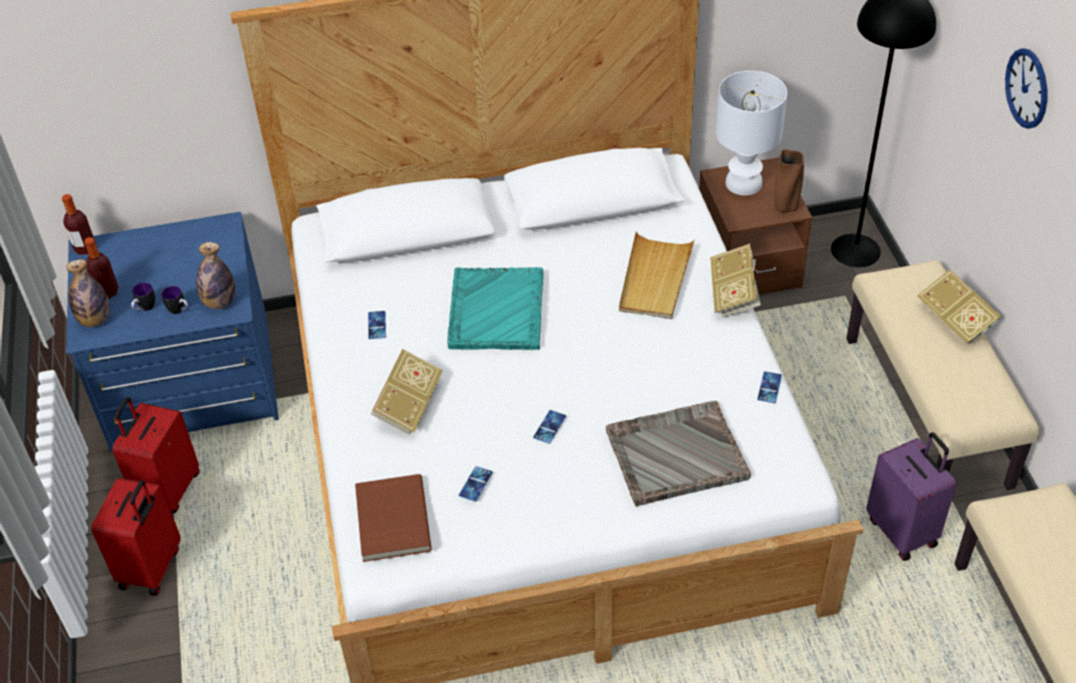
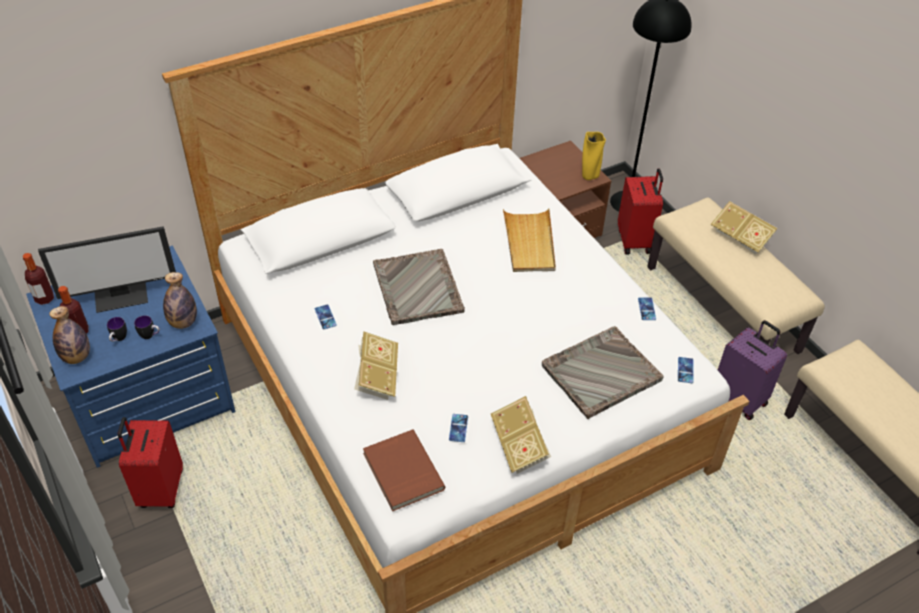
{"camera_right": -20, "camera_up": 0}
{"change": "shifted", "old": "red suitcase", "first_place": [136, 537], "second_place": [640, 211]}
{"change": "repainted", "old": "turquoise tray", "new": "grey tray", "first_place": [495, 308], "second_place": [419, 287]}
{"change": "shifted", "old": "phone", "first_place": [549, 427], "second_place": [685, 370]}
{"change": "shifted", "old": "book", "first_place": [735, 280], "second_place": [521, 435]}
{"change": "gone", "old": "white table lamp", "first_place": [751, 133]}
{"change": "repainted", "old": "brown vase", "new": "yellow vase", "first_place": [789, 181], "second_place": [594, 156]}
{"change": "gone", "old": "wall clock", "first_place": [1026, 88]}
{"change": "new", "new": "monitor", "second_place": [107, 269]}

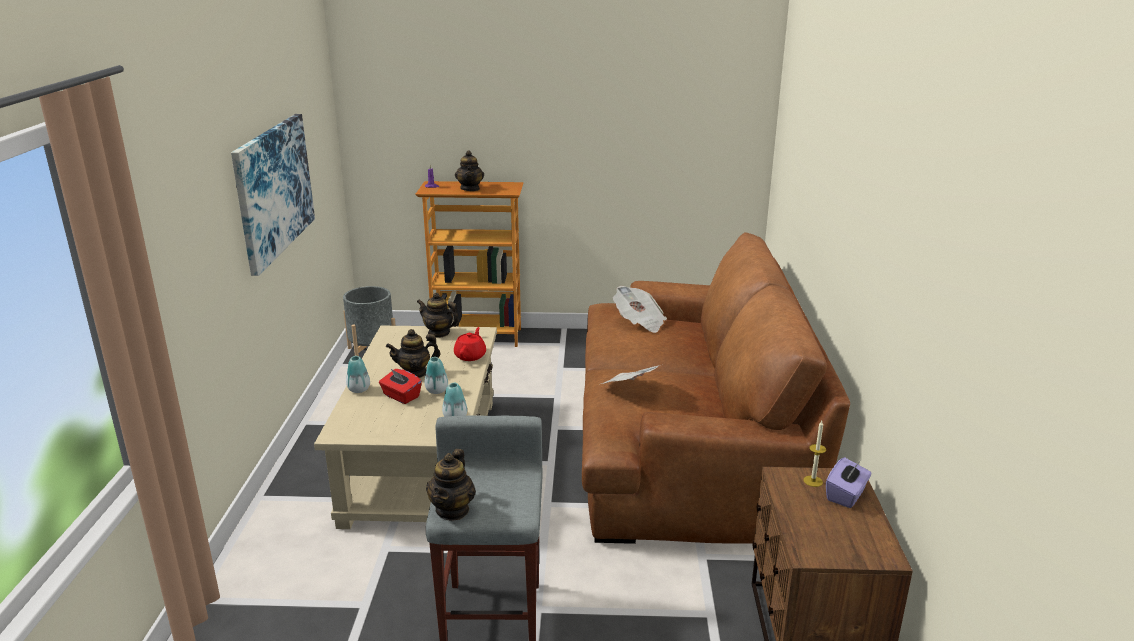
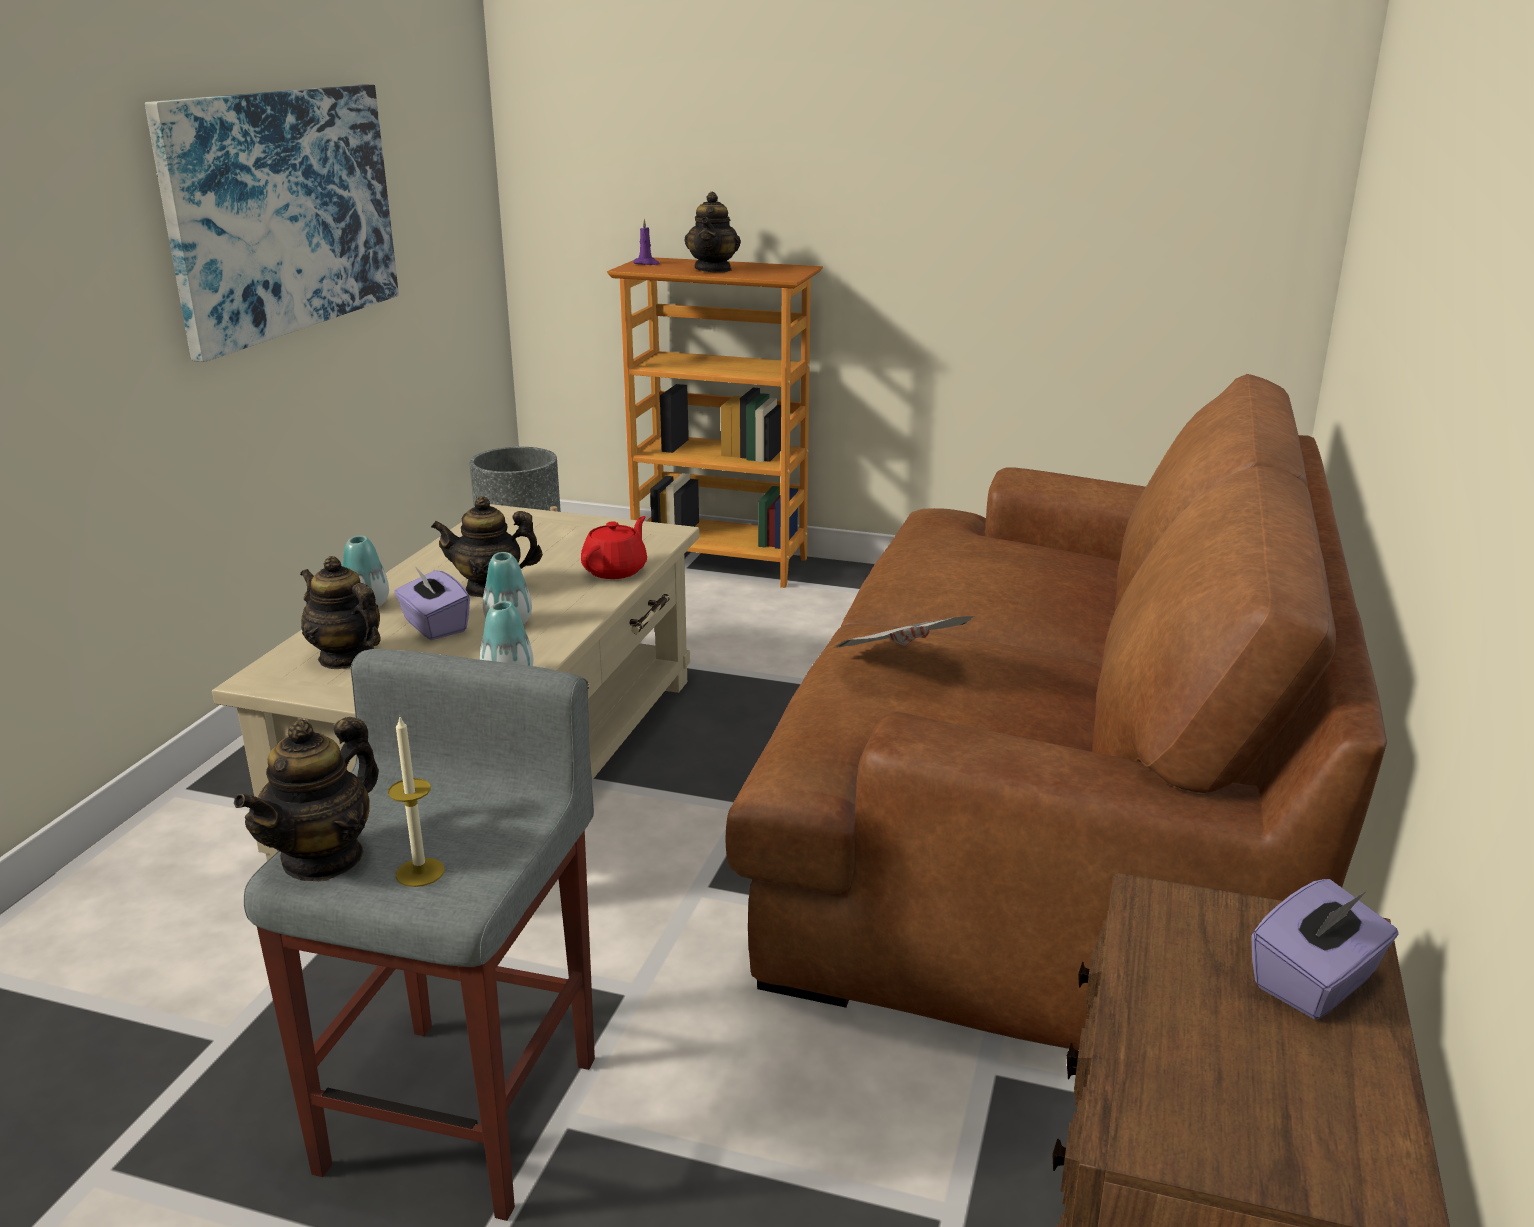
{"camera_right": 15, "camera_up": 0}
{"change": "repainted", "old": "red tissue box", "new": "purple tissue box", "first_place": [400, 386], "second_place": [432, 603]}
{"change": "shifted", "old": "teapot", "first_place": [438, 315], "second_place": [340, 612]}
{"change": "gone", "old": "newspaper", "first_place": [640, 309]}
{"change": "shifted", "old": "candle", "first_place": [814, 454], "second_place": [416, 801]}

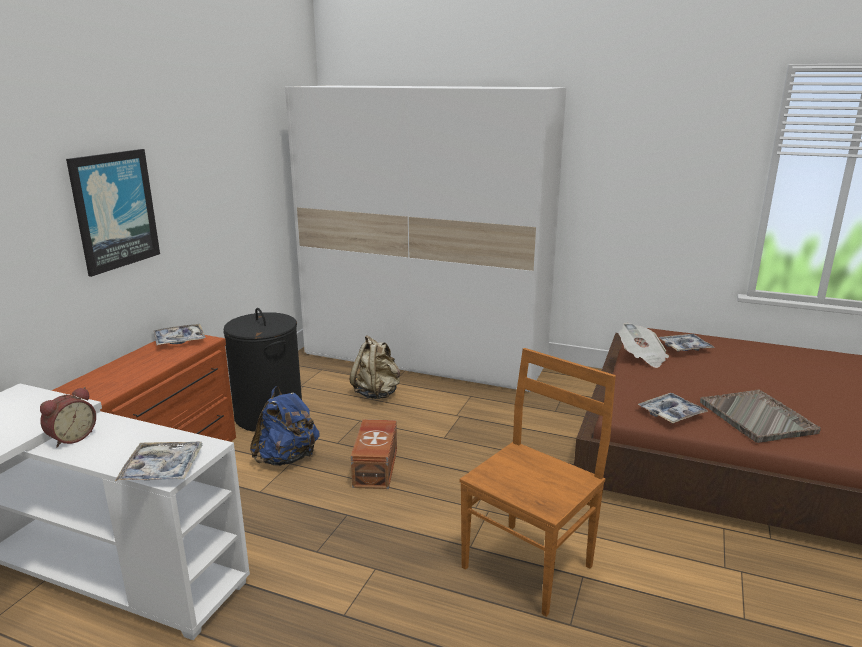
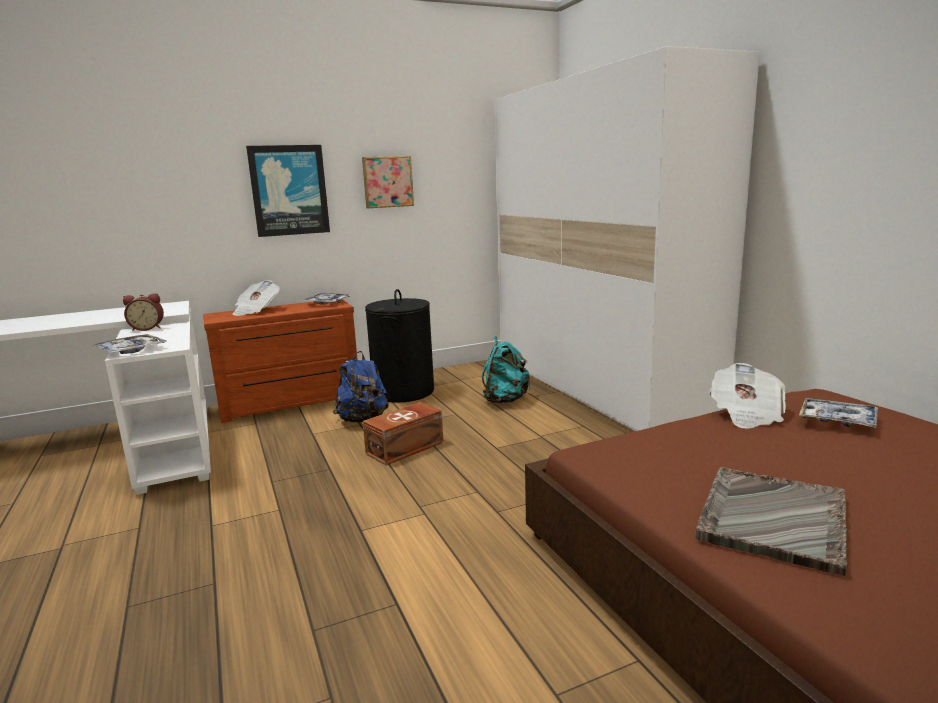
{"camera_right": 45, "camera_up": -5}
{"change": "repainted", "old": "beige backpack", "new": "turquoise backpack", "first_place": [375, 367], "second_place": [506, 369]}
{"change": "gone", "old": "brown chair", "first_place": [537, 482]}
{"change": "gone", "old": "tray", "first_place": [673, 408]}
{"change": "new", "new": "newspaper", "second_place": [256, 298]}
{"change": "new", "new": "picture", "second_place": [388, 182]}

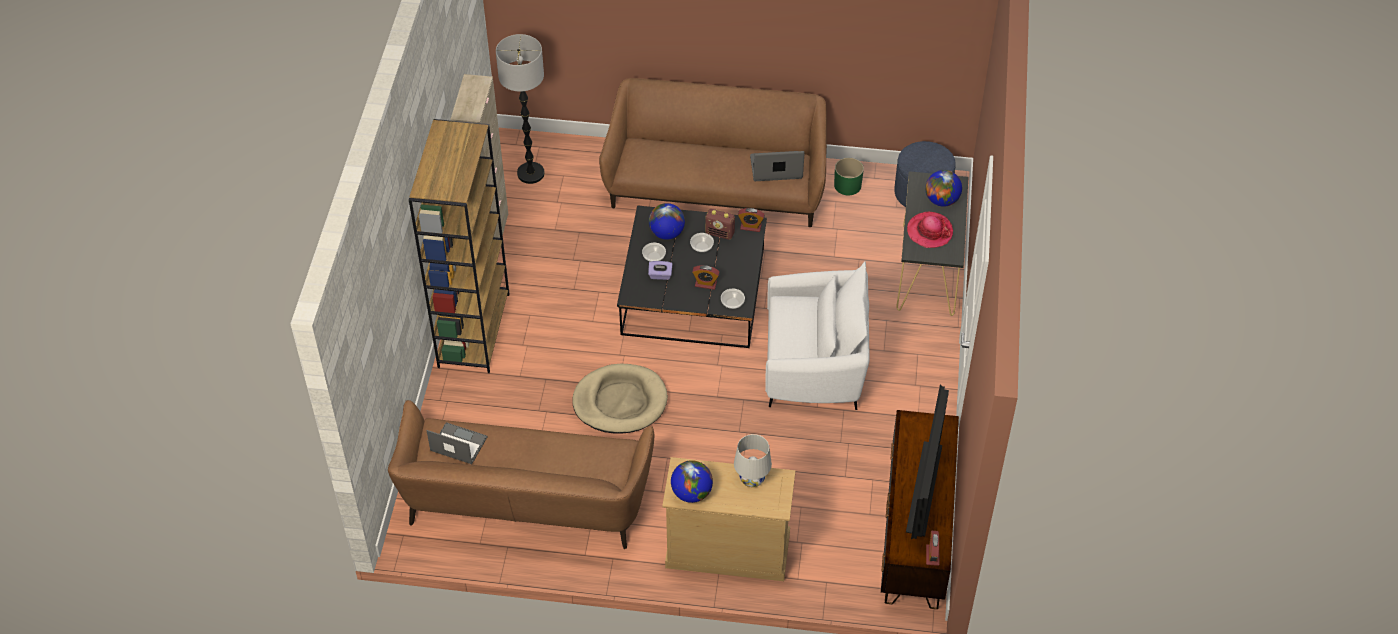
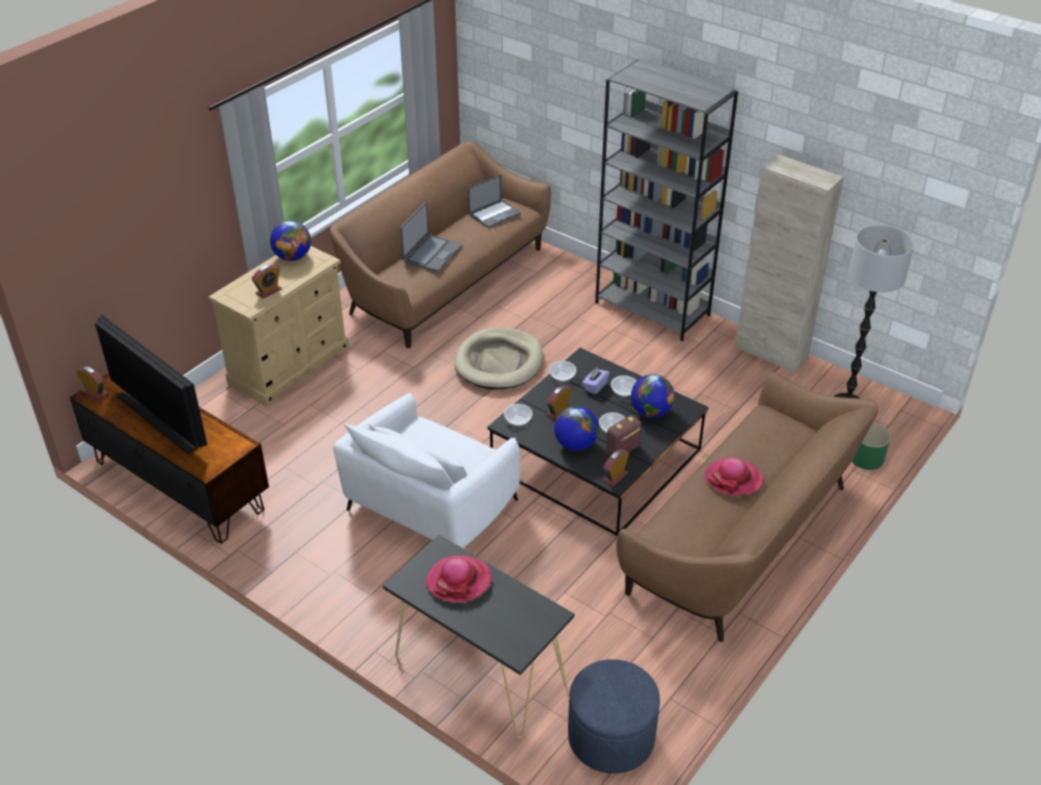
{"camera_right": 120, "camera_up": -10}
{"change": "repainted", "old": "brown bookcase", "new": "grey bookcase", "first_place": [459, 246], "second_place": [666, 199]}
{"change": "swapped", "old": "white table lamp", "new": "alarm clock", "first_place": [753, 460], "second_place": [267, 282]}
{"change": "shifted", "old": "laptop", "first_place": [777, 166], "second_place": [431, 237]}
{"change": "shifted", "old": "green planter", "first_place": [849, 176], "second_place": [871, 446]}
{"change": "shifted", "old": "globe", "first_place": [943, 188], "second_place": [576, 428]}
{"change": "new", "new": "bowl", "second_place": [562, 371]}
{"change": "new", "new": "hat", "second_place": [734, 477]}

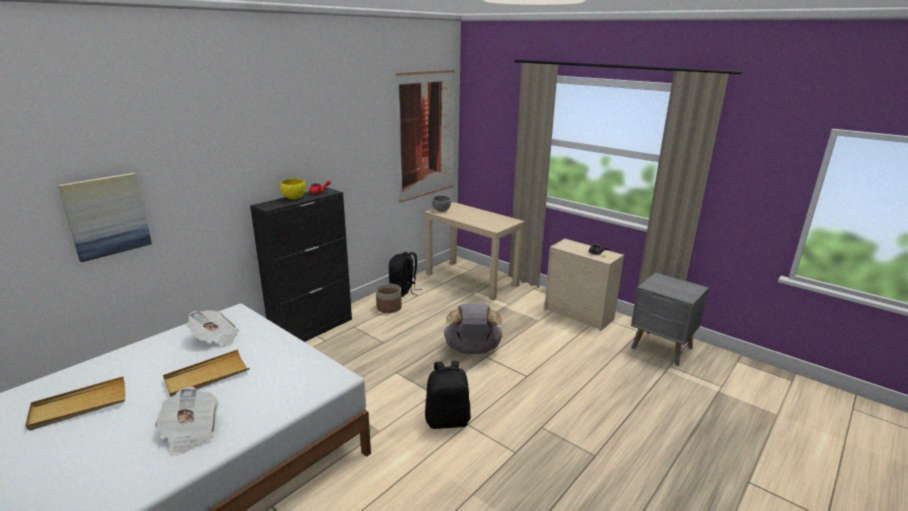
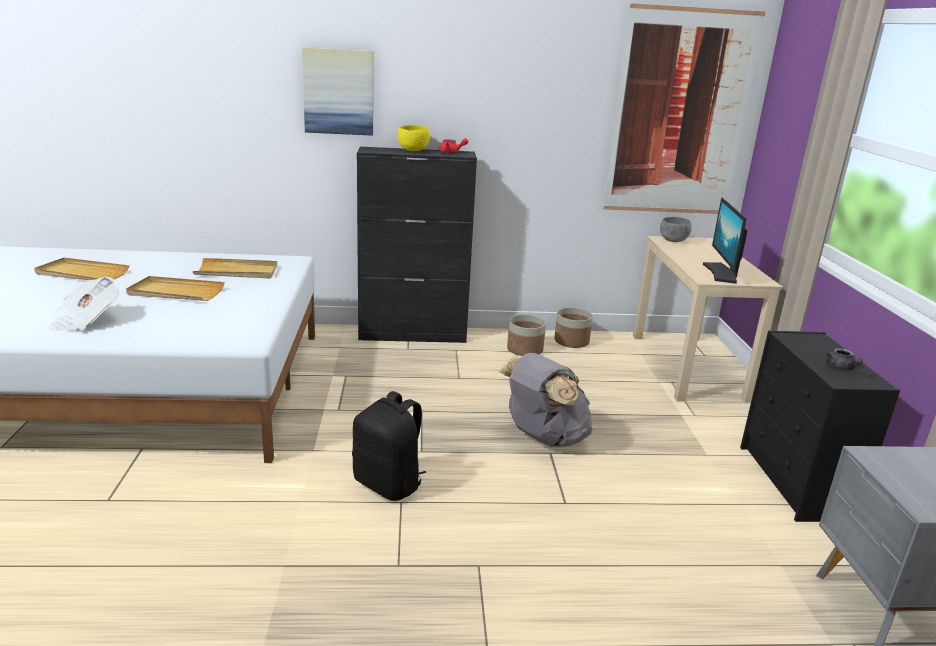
{"camera_right": 45, "camera_up": 0}
{"change": "shifted", "old": "picture", "first_place": [105, 217], "second_place": [337, 91]}
{"change": "swapped", "old": "newspaper", "new": "beige tray", "first_place": [212, 328], "second_place": [235, 268]}
{"change": "swapped", "old": "black backpack", "new": "planter", "first_place": [405, 274], "second_place": [573, 327]}
{"change": "repainted", "old": "beige dresser", "new": "black dresser", "first_place": [584, 284], "second_place": [820, 426]}
{"change": "new", "new": "monitor", "second_place": [725, 241]}

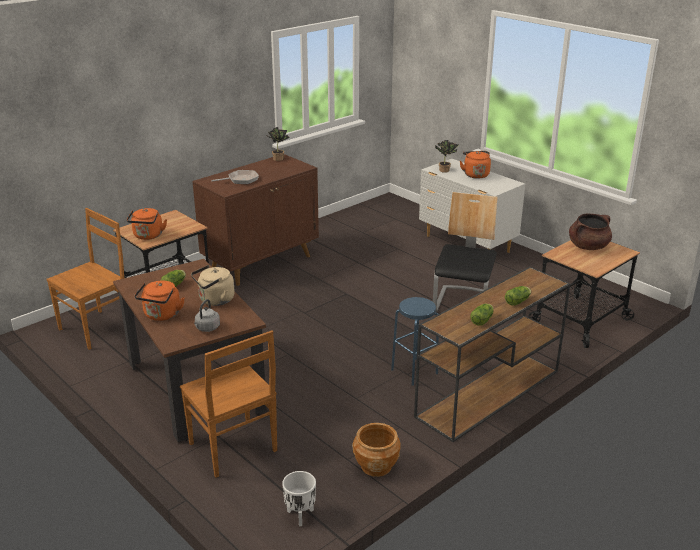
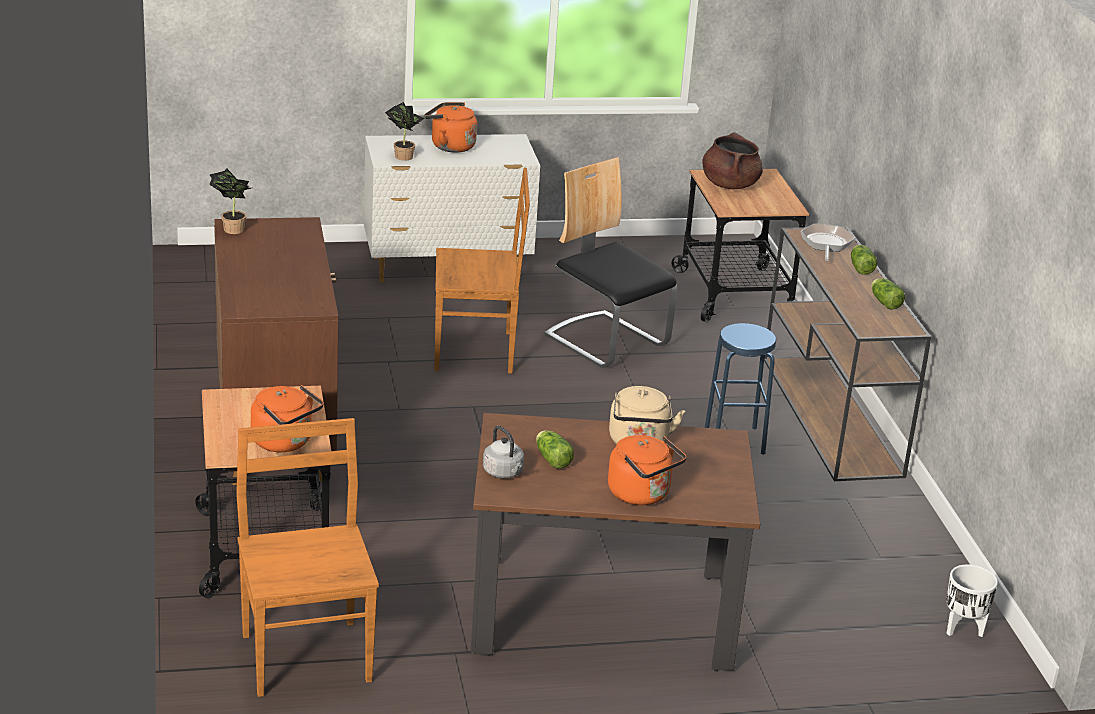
{"camera_right": -60, "camera_up": 0}
{"change": "shifted", "old": "brown chair", "first_place": [228, 403], "second_place": [482, 270]}
{"change": "shifted", "old": "grey kettle", "first_place": [207, 315], "second_place": [503, 452]}
{"change": "shifted", "old": "frying pan", "first_place": [235, 177], "second_place": [828, 242]}
{"change": "gone", "old": "brown planter", "first_place": [376, 450]}

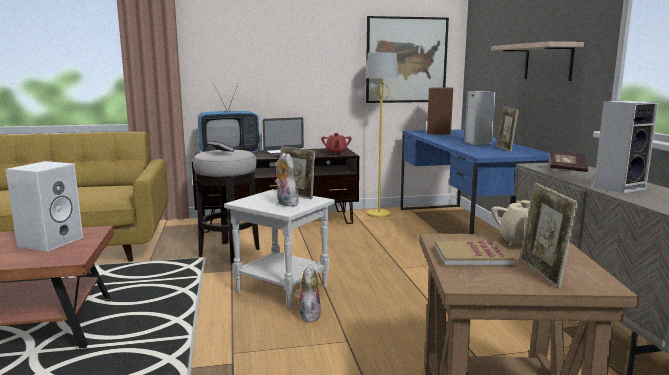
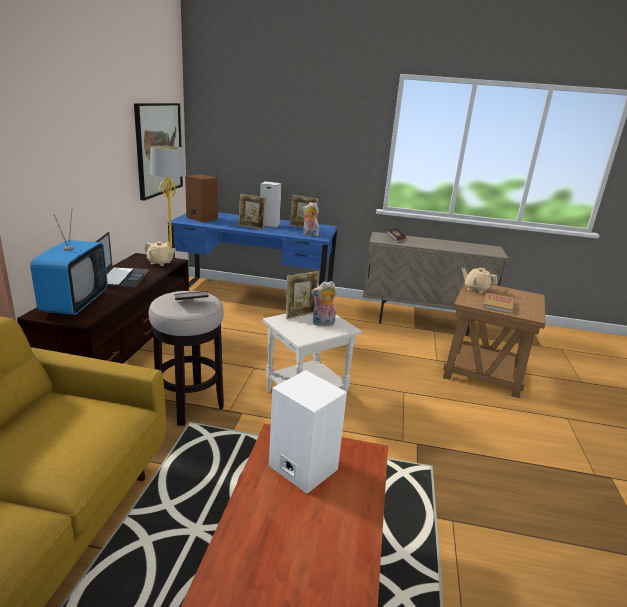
{"camera_right": -70, "camera_up": 10}
{"change": "shifted", "old": "plush toy", "first_place": [308, 293], "second_place": [310, 219]}
{"change": "repainted", "old": "red teapot", "new": "beige teapot", "first_place": [336, 143], "second_place": [160, 253]}
{"change": "gone", "old": "shelf", "first_place": [537, 61]}
{"change": "shifted", "old": "picture frame", "first_place": [549, 236], "second_place": [252, 211]}
{"change": "gone", "old": "speaker", "first_place": [626, 146]}

